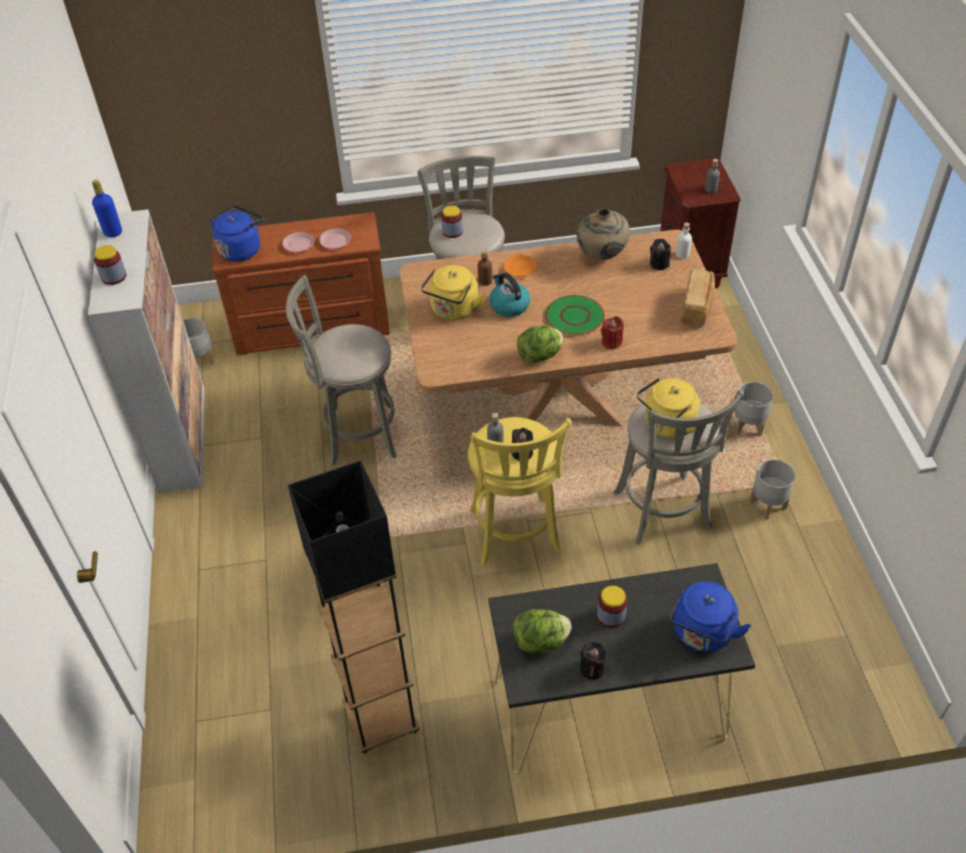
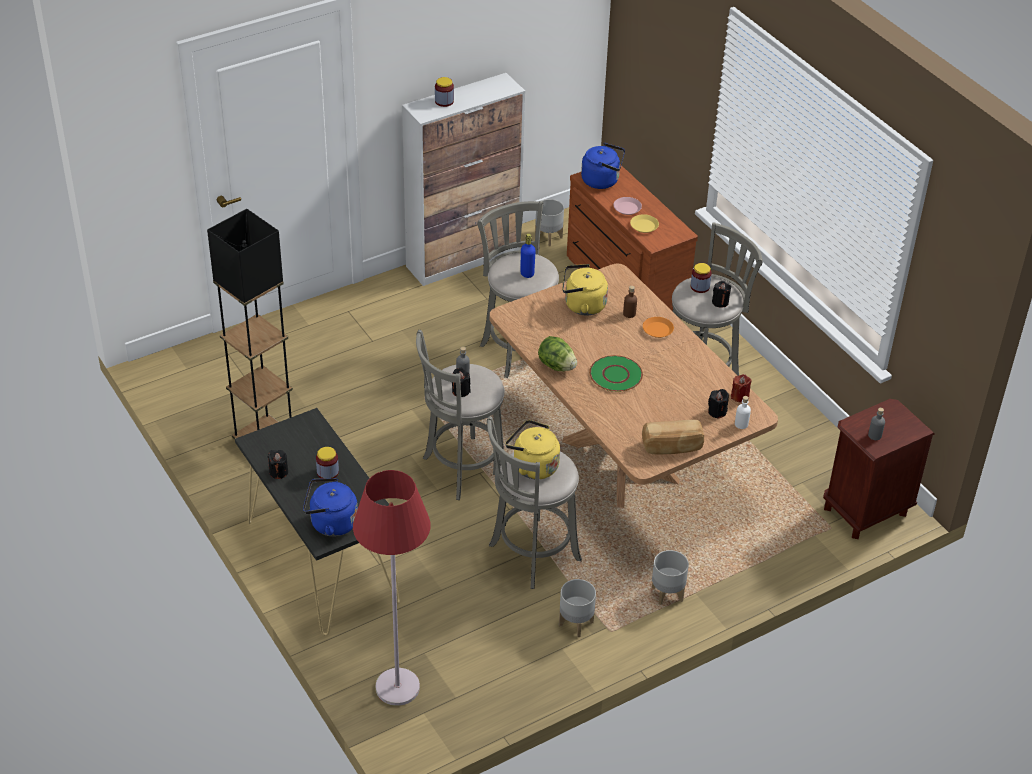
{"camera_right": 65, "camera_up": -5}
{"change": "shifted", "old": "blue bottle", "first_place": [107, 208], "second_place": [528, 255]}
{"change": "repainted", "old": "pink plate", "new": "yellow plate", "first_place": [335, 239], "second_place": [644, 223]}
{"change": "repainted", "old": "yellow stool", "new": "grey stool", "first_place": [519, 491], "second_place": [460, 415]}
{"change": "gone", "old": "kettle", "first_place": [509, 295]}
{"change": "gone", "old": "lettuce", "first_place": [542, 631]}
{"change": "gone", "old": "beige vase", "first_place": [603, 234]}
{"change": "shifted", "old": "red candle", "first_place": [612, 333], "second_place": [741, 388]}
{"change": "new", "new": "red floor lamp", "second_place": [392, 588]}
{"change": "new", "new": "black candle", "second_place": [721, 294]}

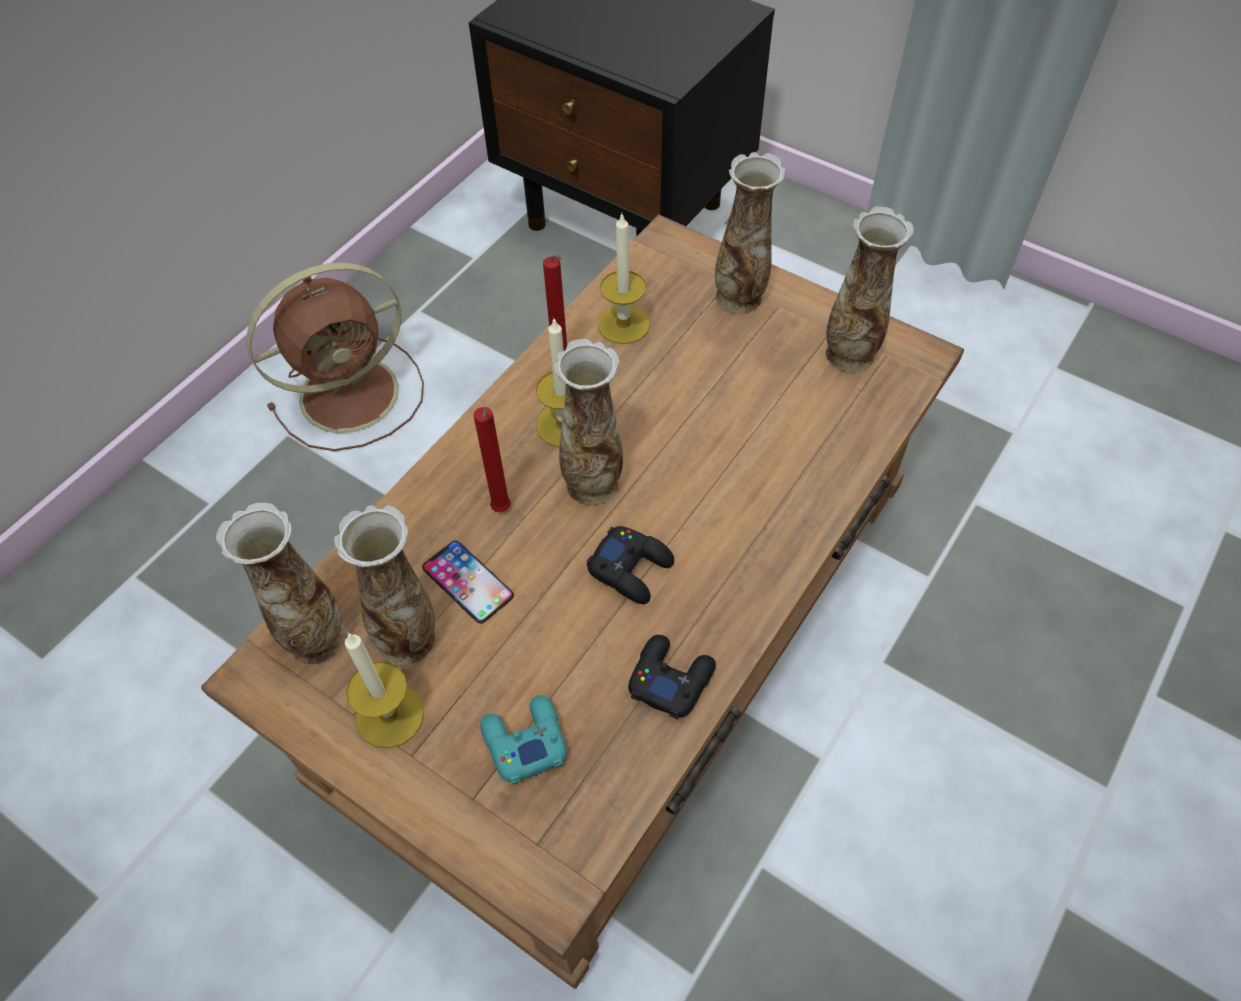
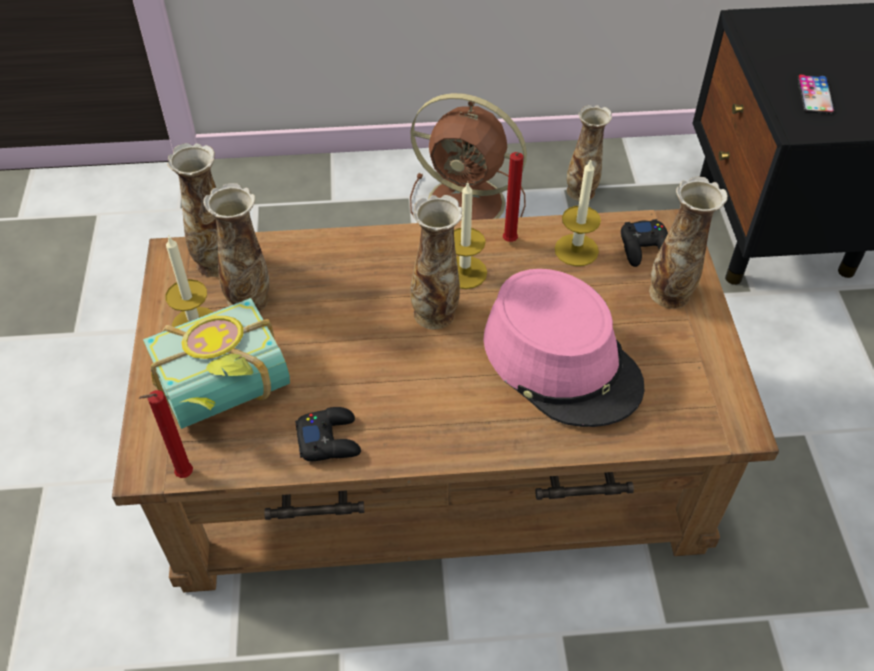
{"camera_right": 50, "camera_up": -5}
{"change": "shifted", "old": "phone", "first_place": [468, 582], "second_place": [816, 94]}
{"change": "shifted", "old": "red candle", "first_place": [492, 459], "second_place": [166, 434]}
{"change": "swapped", "old": "turquoise game controller", "new": "book", "first_place": [523, 740], "second_place": [216, 363]}
{"change": "shifted", "old": "black game controller", "first_place": [630, 565], "second_place": [644, 243]}
{"change": "shifted", "old": "vase", "first_place": [870, 289], "second_place": [589, 153]}
{"change": "new", "new": "pink hat", "second_place": [564, 348]}

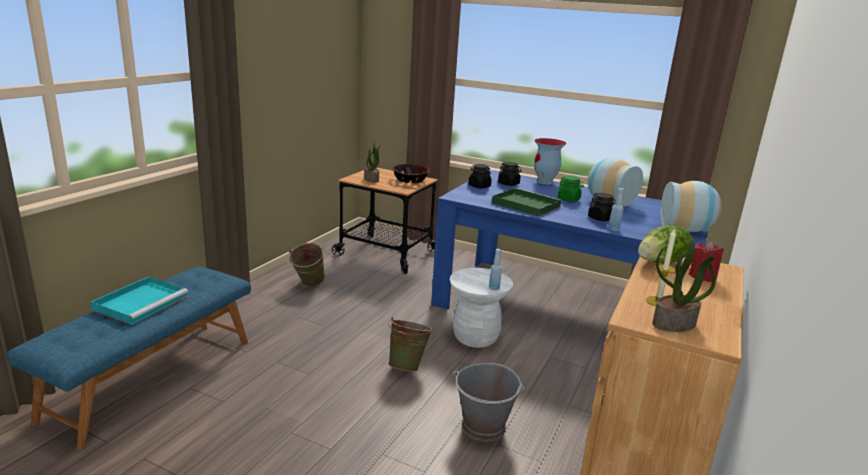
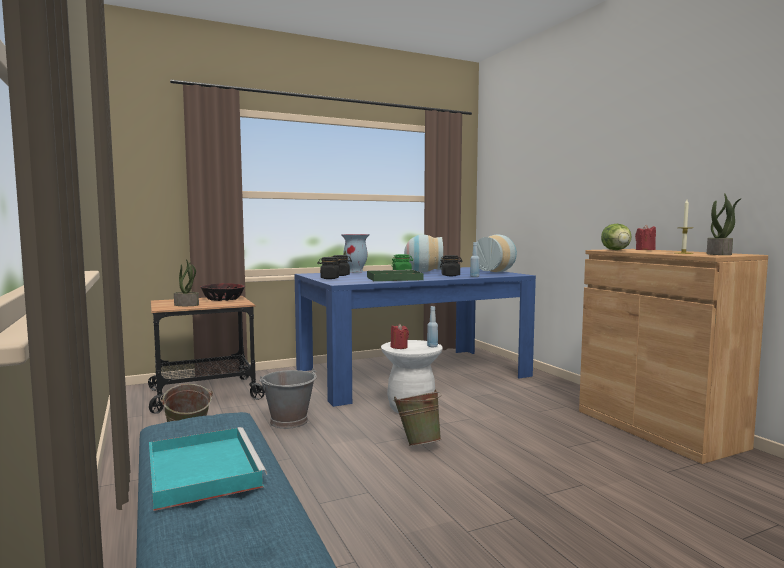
{"camera_right": -50, "camera_up": -15}
{"change": "shifted", "old": "grey bucket", "first_place": [489, 402], "second_place": [288, 398]}
{"change": "new", "new": "red candle", "second_place": [400, 336]}

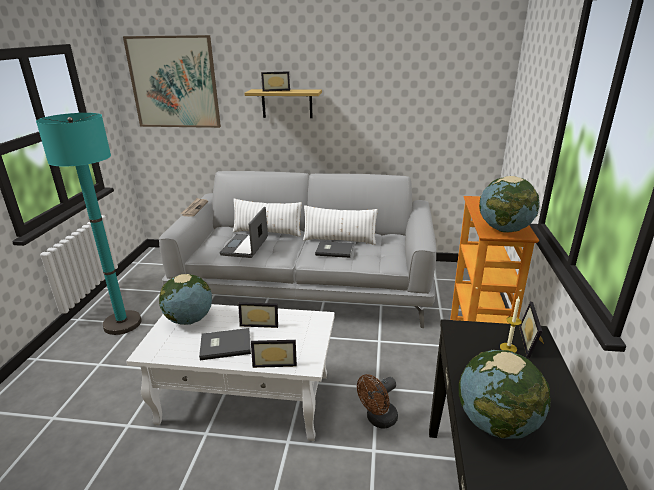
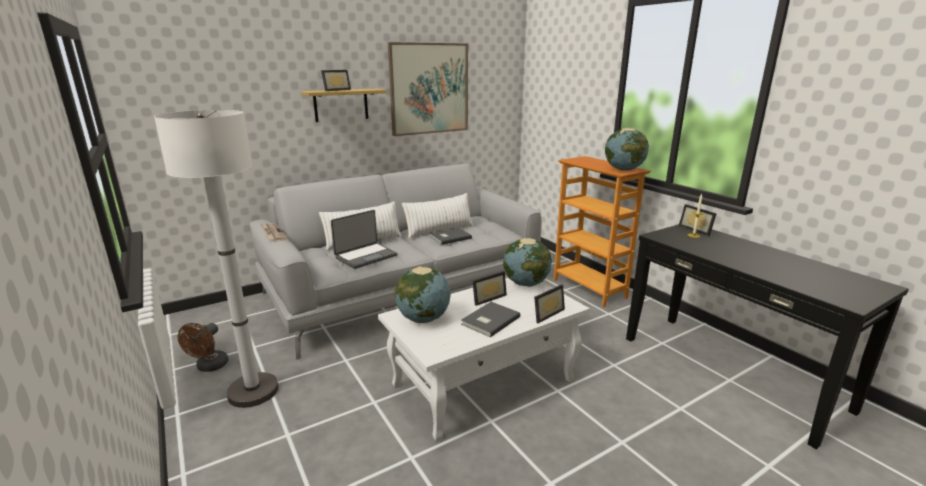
{"camera_right": -40, "camera_up": -5}
{"change": "repainted", "old": "turquoise floor lamp", "new": "white floor lamp", "first_place": [89, 224], "second_place": [216, 259]}
{"change": "shifted", "old": "picture", "first_place": [172, 81], "second_place": [428, 89]}
{"change": "rotated", "old": "laptop", "first_place": [244, 232], "second_place": [364, 239], "degrees": -105}
{"change": "shifted", "old": "brown fan", "first_place": [377, 401], "second_place": [203, 347]}
{"change": "shifted", "old": "globe", "first_place": [505, 394], "second_place": [527, 262]}

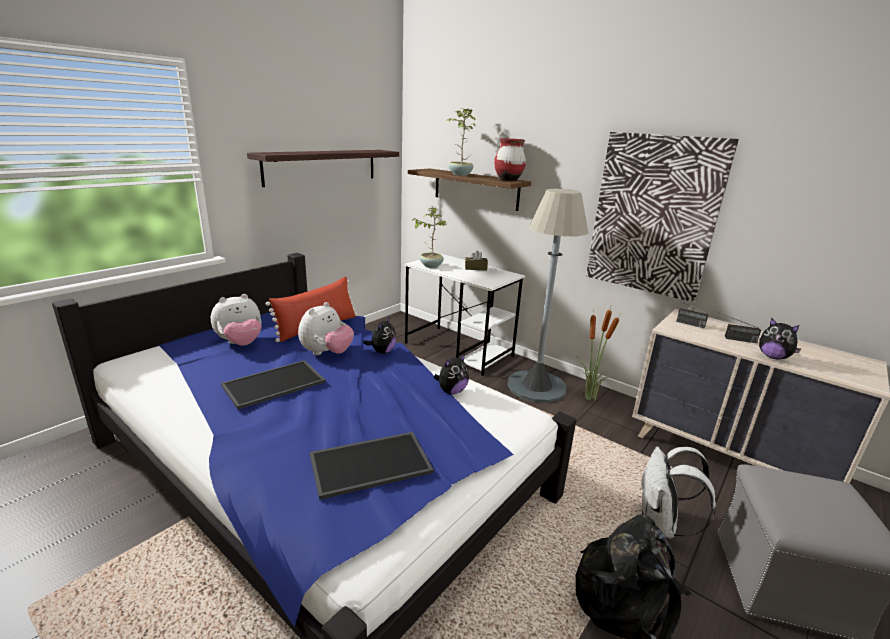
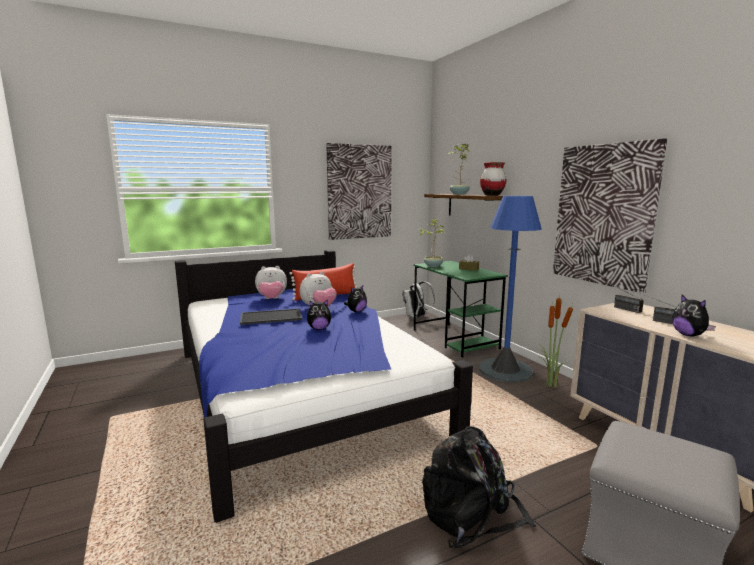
{"camera_right": 25, "camera_up": -10}
{"change": "swapped", "old": "shelf", "new": "picture", "first_place": [323, 168], "second_place": [359, 191]}
{"change": "gone", "old": "tray", "first_place": [372, 466]}
{"change": "repainted", "old": "white desk", "new": "green desk", "first_place": [464, 315], "second_place": [460, 309]}
{"change": "shifted", "old": "plush toy", "first_place": [451, 374], "second_place": [319, 314]}
{"change": "repainted", "old": "grey floor lamp", "new": "blue floor lamp", "first_place": [548, 296], "second_place": [510, 289]}
{"change": "shifted", "old": "white backpack", "first_place": [678, 492], "second_place": [418, 299]}

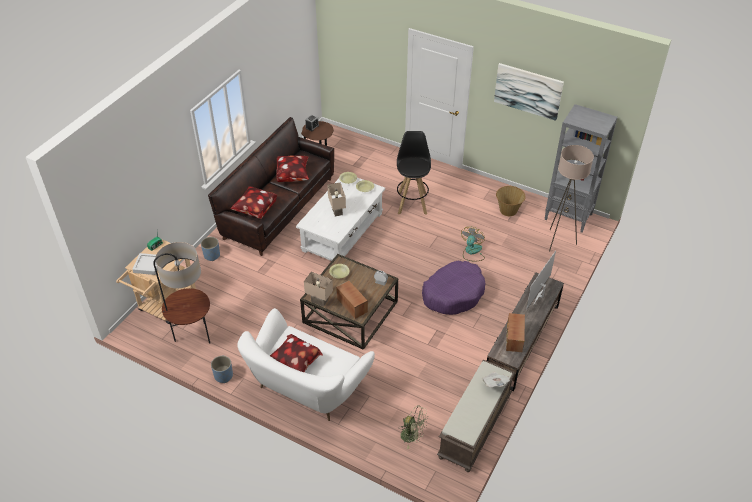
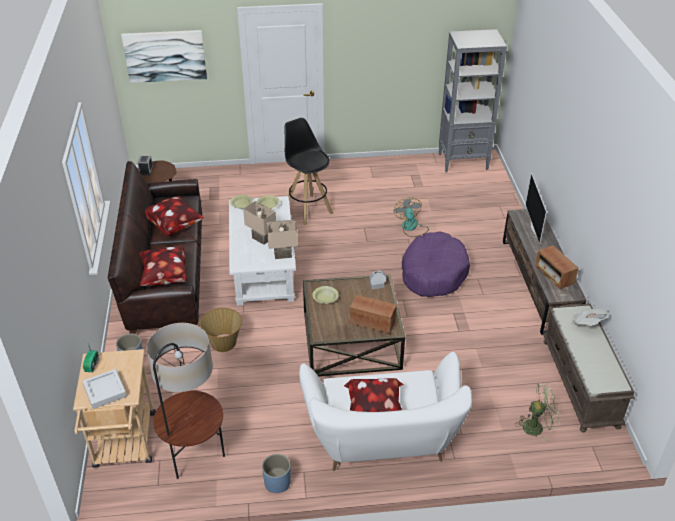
{"camera_right": -35, "camera_up": -5}
{"change": "shifted", "old": "beige table lamp", "first_place": [318, 289], "second_place": [281, 239]}
{"change": "shifted", "old": "picture", "first_place": [529, 92], "second_place": [164, 56]}
{"change": "shifted", "old": "basket", "first_place": [511, 201], "second_place": [220, 330]}
{"change": "gone", "old": "beige floor lamp", "first_place": [571, 198]}

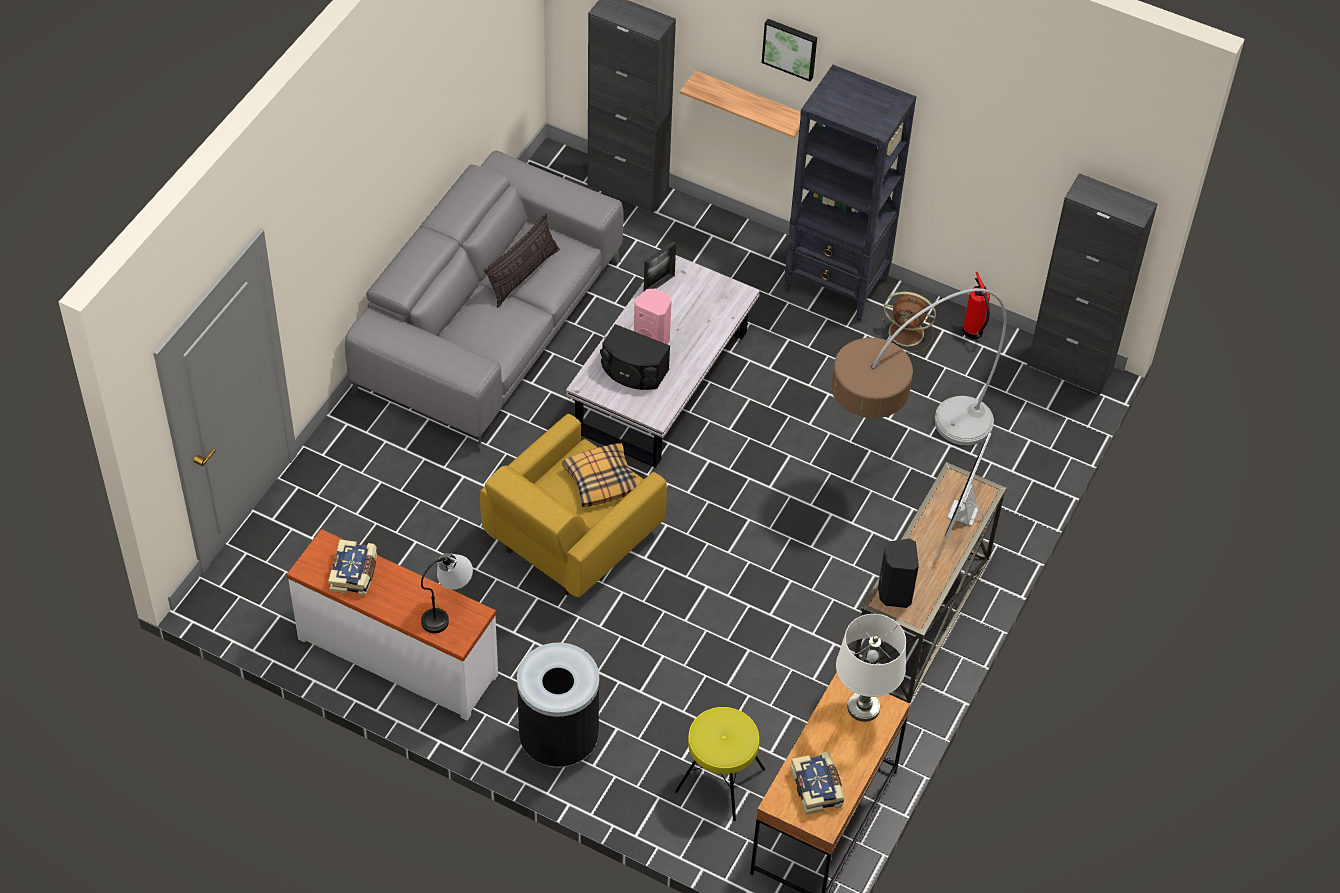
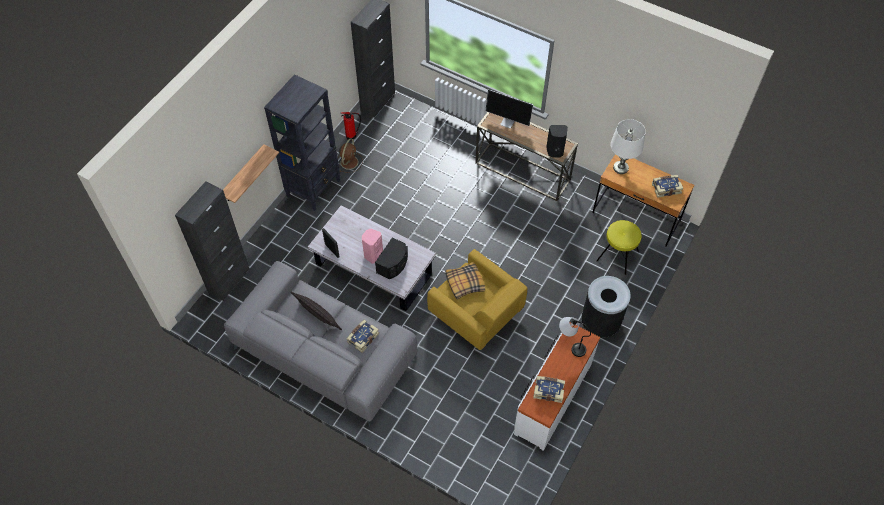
{"camera_right": -85, "camera_up": 5}
{"change": "gone", "old": "picture", "first_place": [789, 50]}
{"change": "gone", "old": "floor lamp", "first_place": [918, 367]}
{"change": "new", "new": "book", "second_place": [363, 336]}

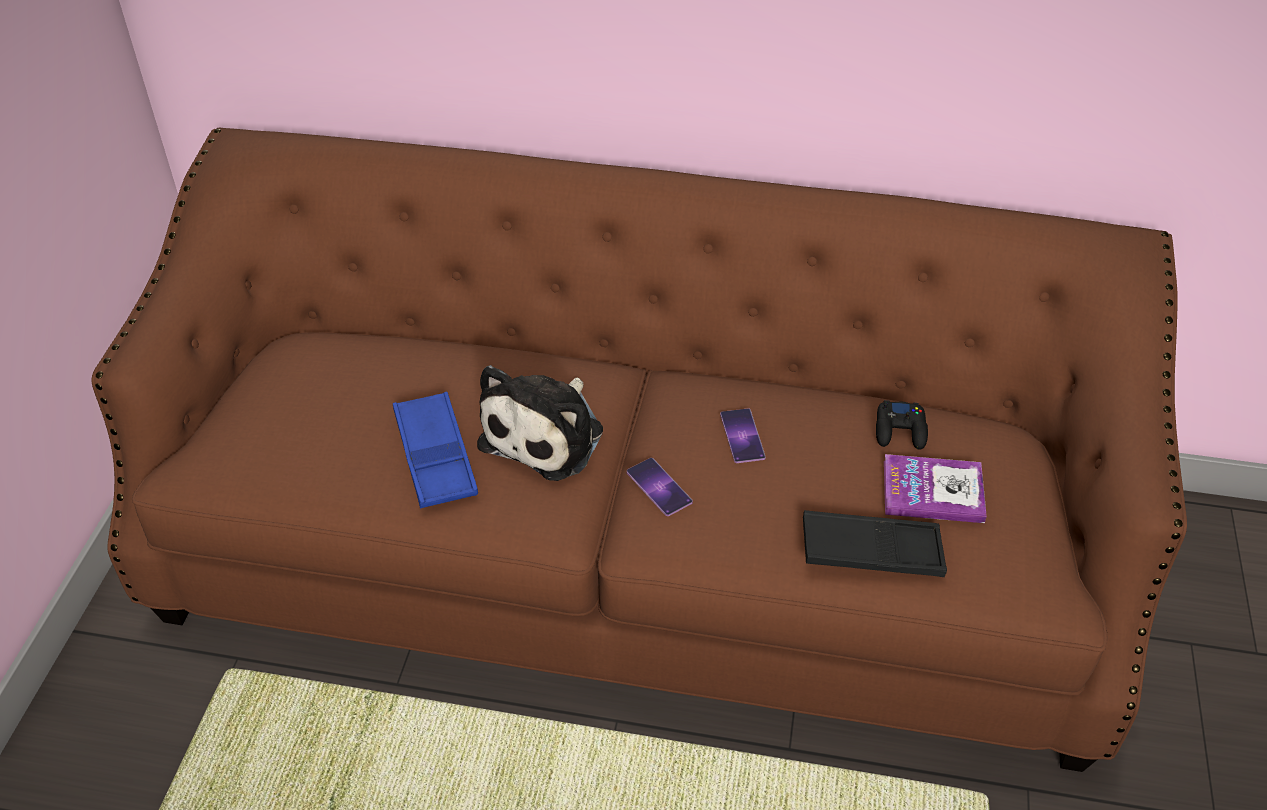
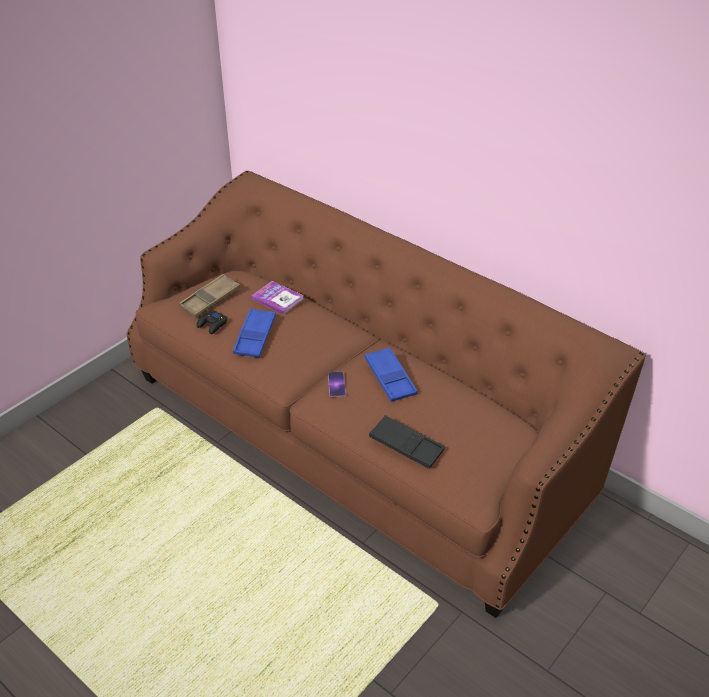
{"camera_right": 30, "camera_up": -5}
{"change": "gone", "old": "plush toy", "first_place": [540, 423]}
{"change": "swapped", "old": "phone", "new": "blue tray", "first_place": [743, 435], "second_place": [391, 374]}
{"change": "shifted", "old": "black game controller", "first_place": [902, 425], "second_place": [212, 322]}
{"change": "shifted", "old": "book", "first_place": [935, 488], "second_place": [277, 298]}
{"change": "new", "new": "brown tray", "second_place": [209, 295]}

